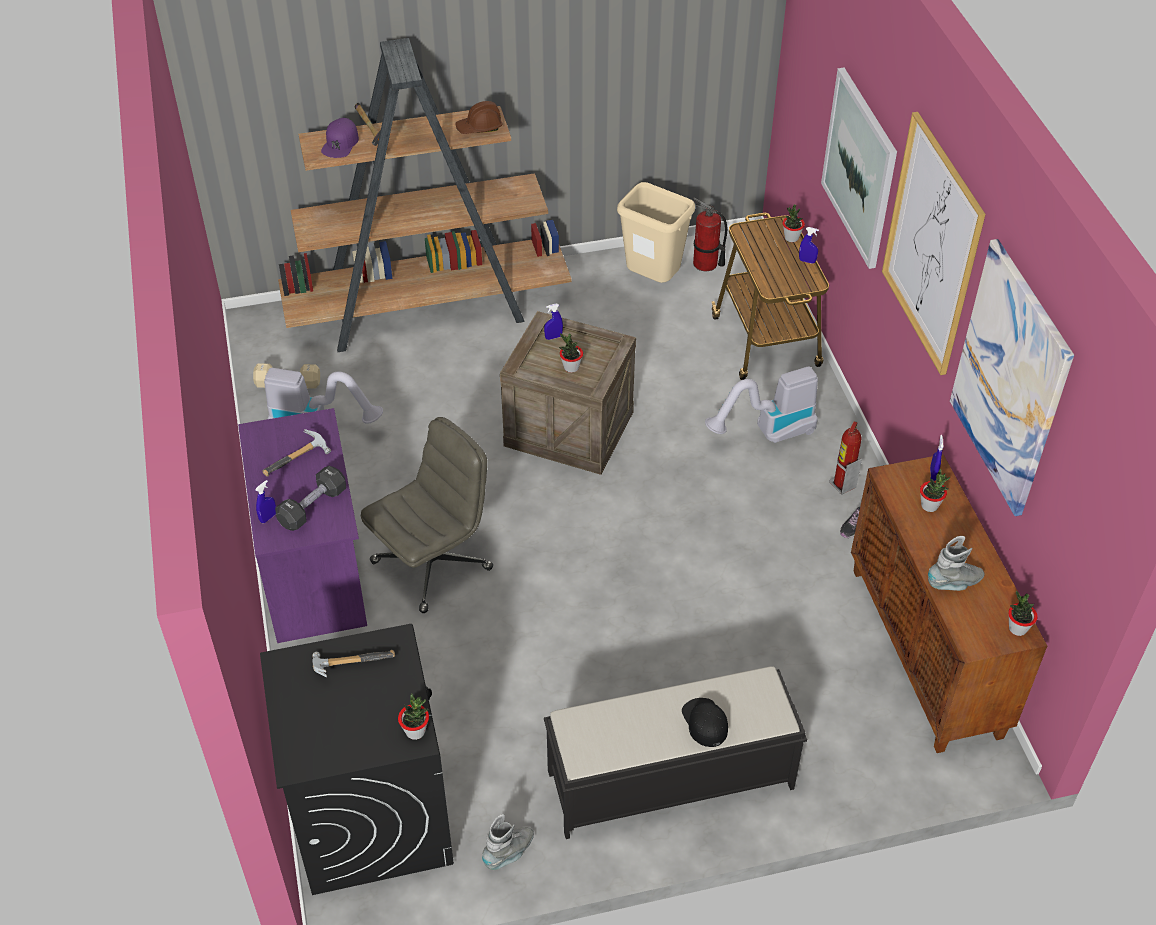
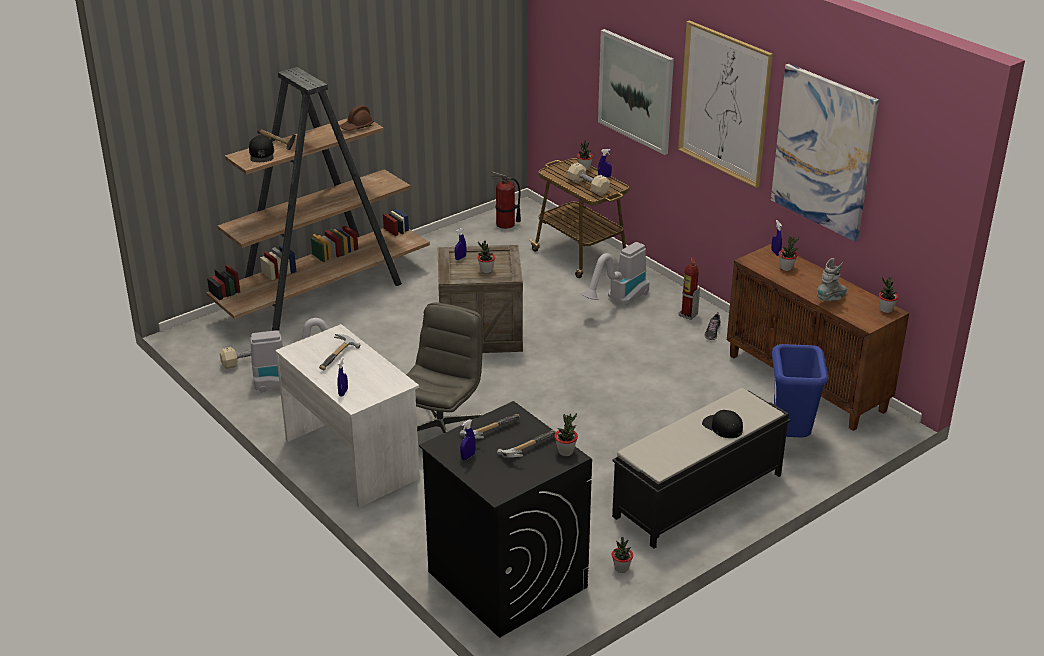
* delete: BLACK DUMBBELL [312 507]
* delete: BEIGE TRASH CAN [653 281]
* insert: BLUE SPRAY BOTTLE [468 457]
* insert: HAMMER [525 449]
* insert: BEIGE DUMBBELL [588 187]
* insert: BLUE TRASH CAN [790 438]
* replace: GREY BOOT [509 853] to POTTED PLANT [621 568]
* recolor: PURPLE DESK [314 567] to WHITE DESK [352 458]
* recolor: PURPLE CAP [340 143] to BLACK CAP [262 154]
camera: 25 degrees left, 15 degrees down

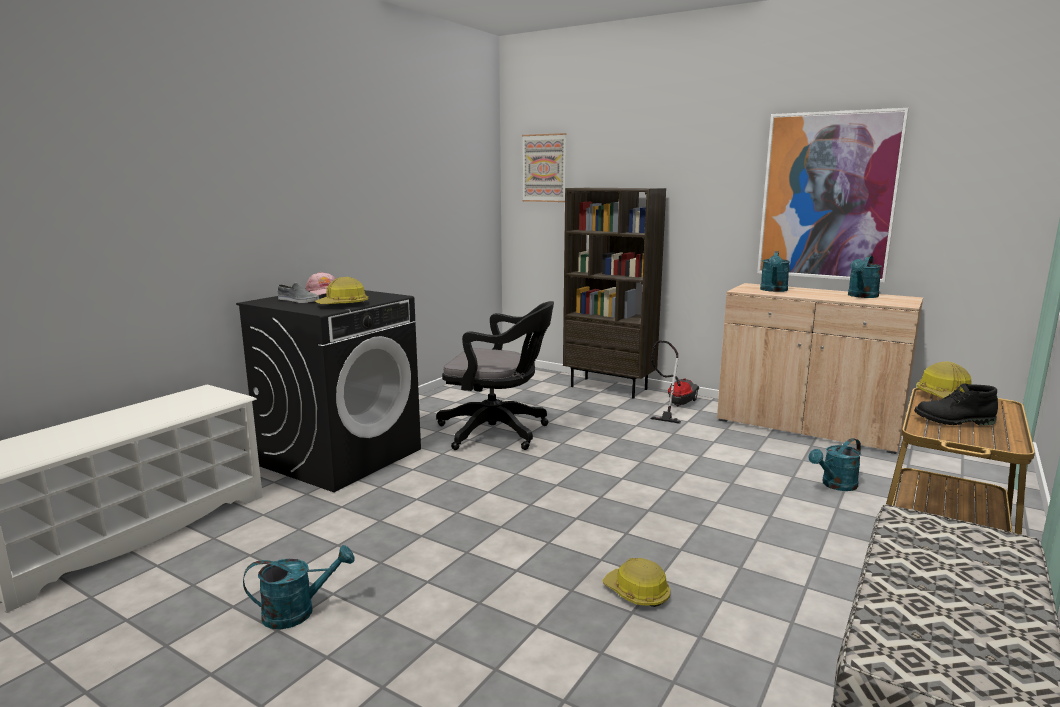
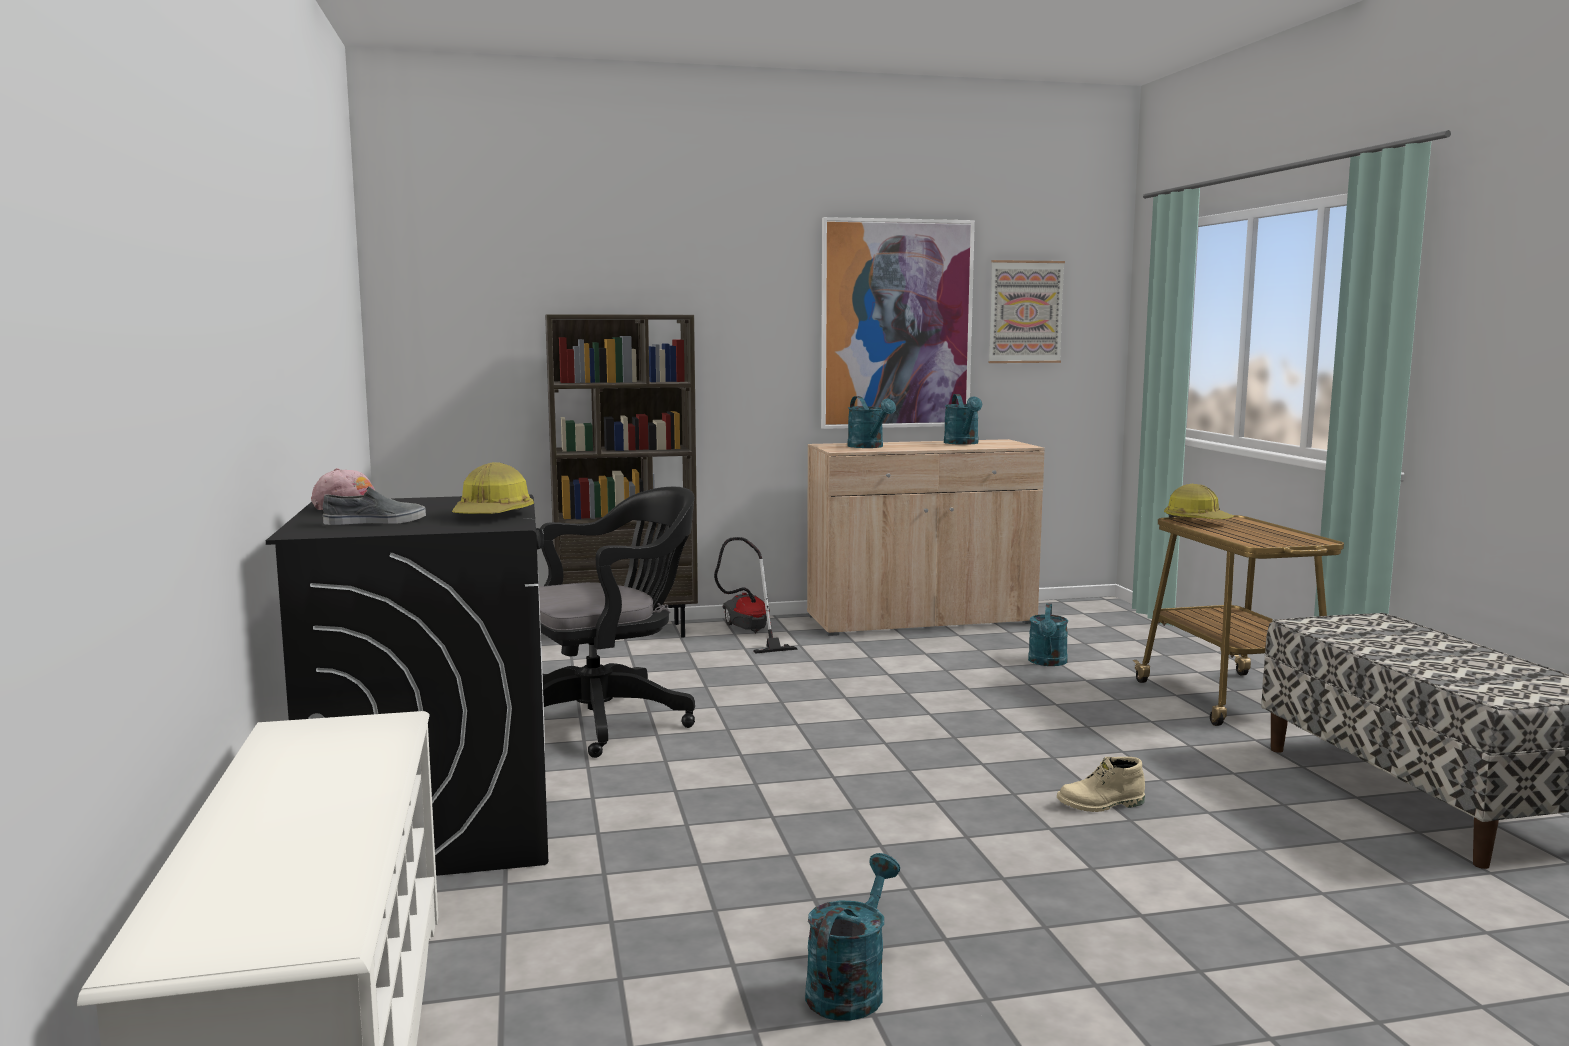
* delete: BLACK BOOT [954 421]
* move: PICTURE [544 168] to [1025 312]
* replace: HARD HAT [637 593] to BEIGE BOOT [1101 804]
camera: 45 degrees left, 5 degrees down

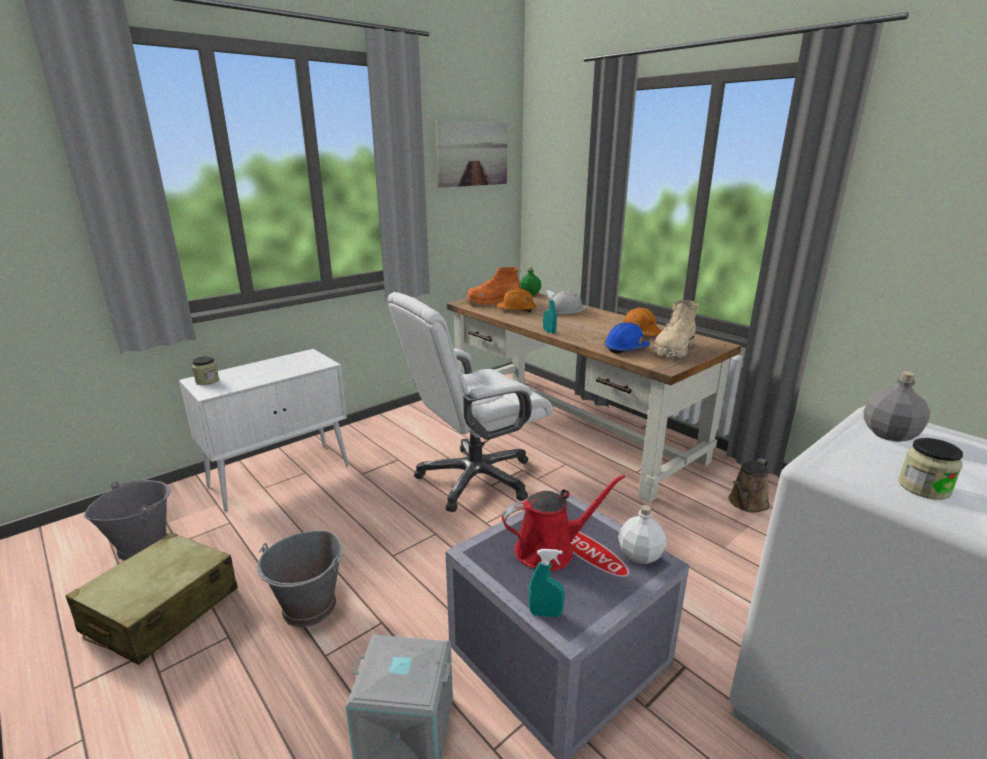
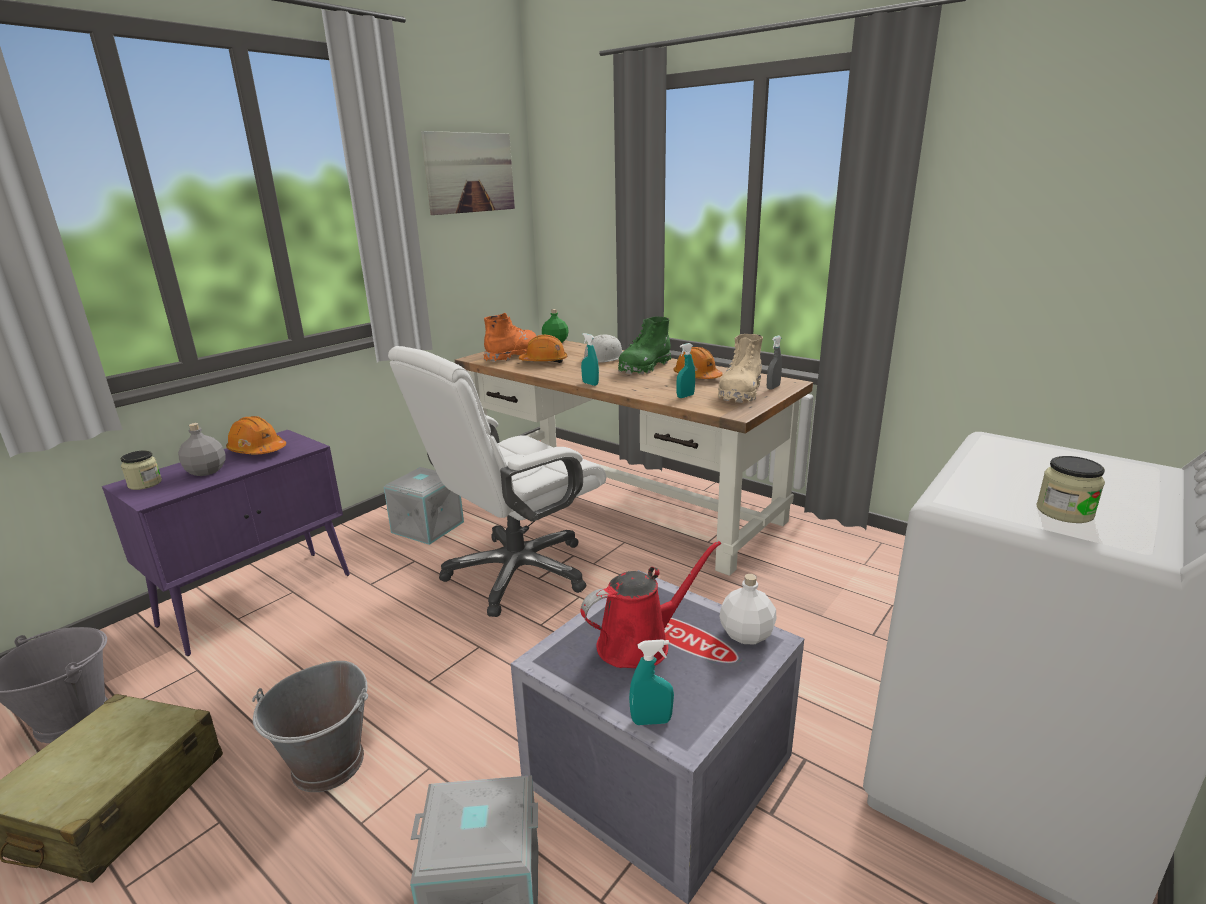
* delete: BROWN WATERING CAN [746 503]
* insert: ORANGE HARD HAT [257 450]
* insert: GREY STORAGE BOX [427 526]
* insert: GREEN BOOT [644 367]
* insert: GREY SPRAY BOTTLE [773 387]
* move: GREY BOTTLE [888 434] to [206 471]
* replace: BLUE HARD HAT [625 349] to TURQUOISE SPRAY BOTTLE [685 396]
* recolor: WHITE CABINET [281 474] to PURPLE CABINET [259 598]
* rotate: ORANGE BOOT [493 303] = [513 355] 150 degrees clockwise
camera: 10 degrees left, 0 degrees up

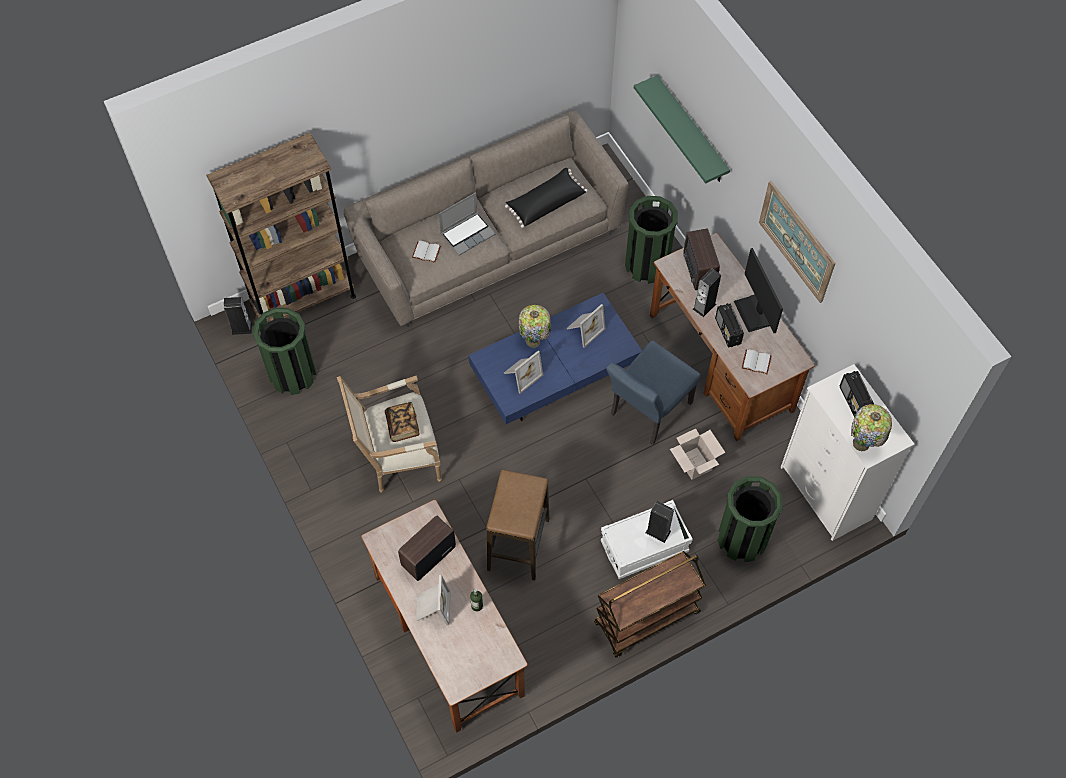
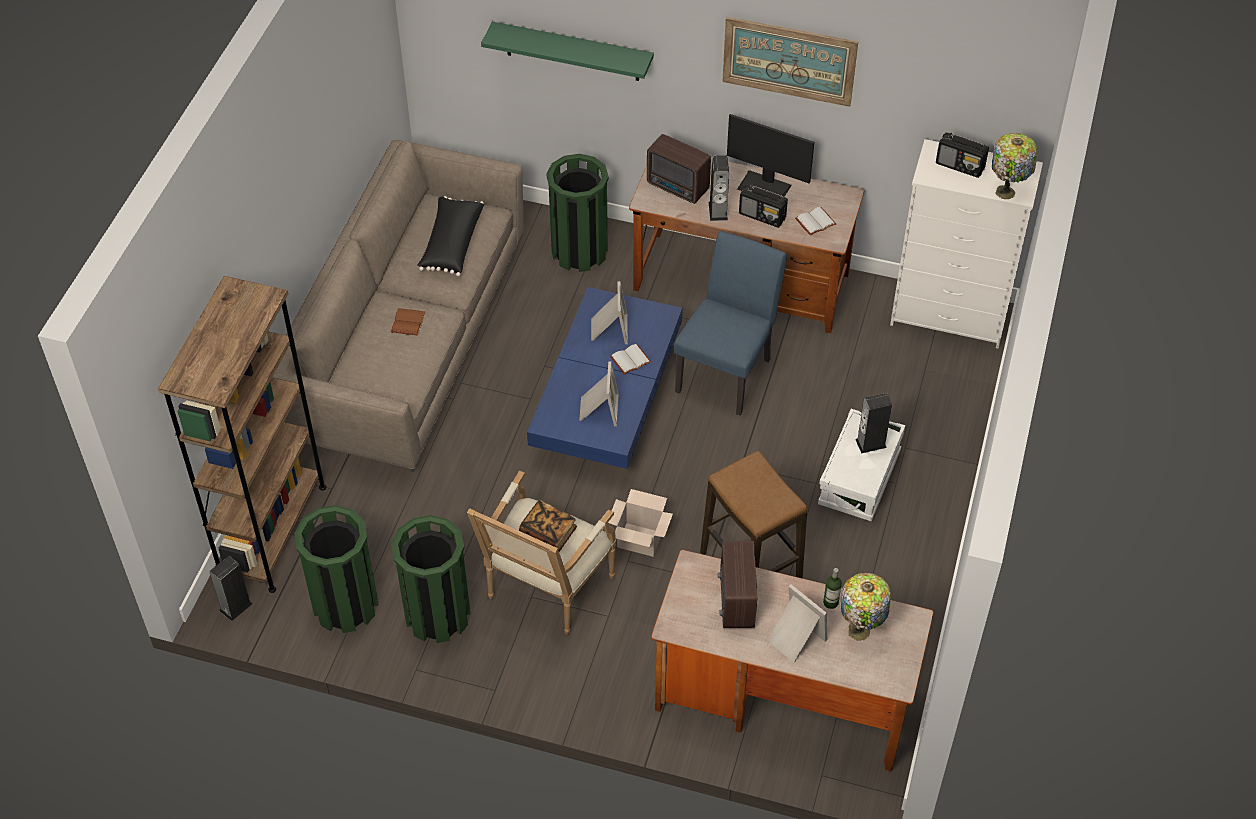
* delete: BROWN CART [646 619]
* move: WHITE BOOK [425 252] to [630 361]
* move: TABLE LAMP [534 341] to [860 630]
* move: CARDBOARD BOX [693 463] to [638 540]
* move: GREEN TRASH CAN [742 539] to [437 615]
* replace: LAPTOP [467 233] to BROWN BOOK [407 322]
* rotate: BLUE CHAIR [646 412] = [727 370] 150 degrees counterclockwise
camera: 45 degrees left, 10 degrees down

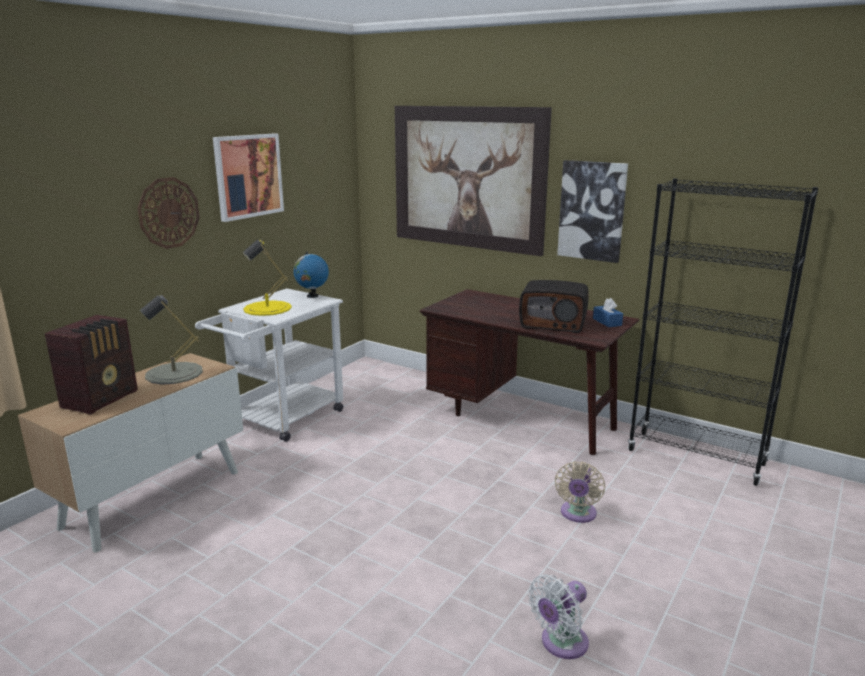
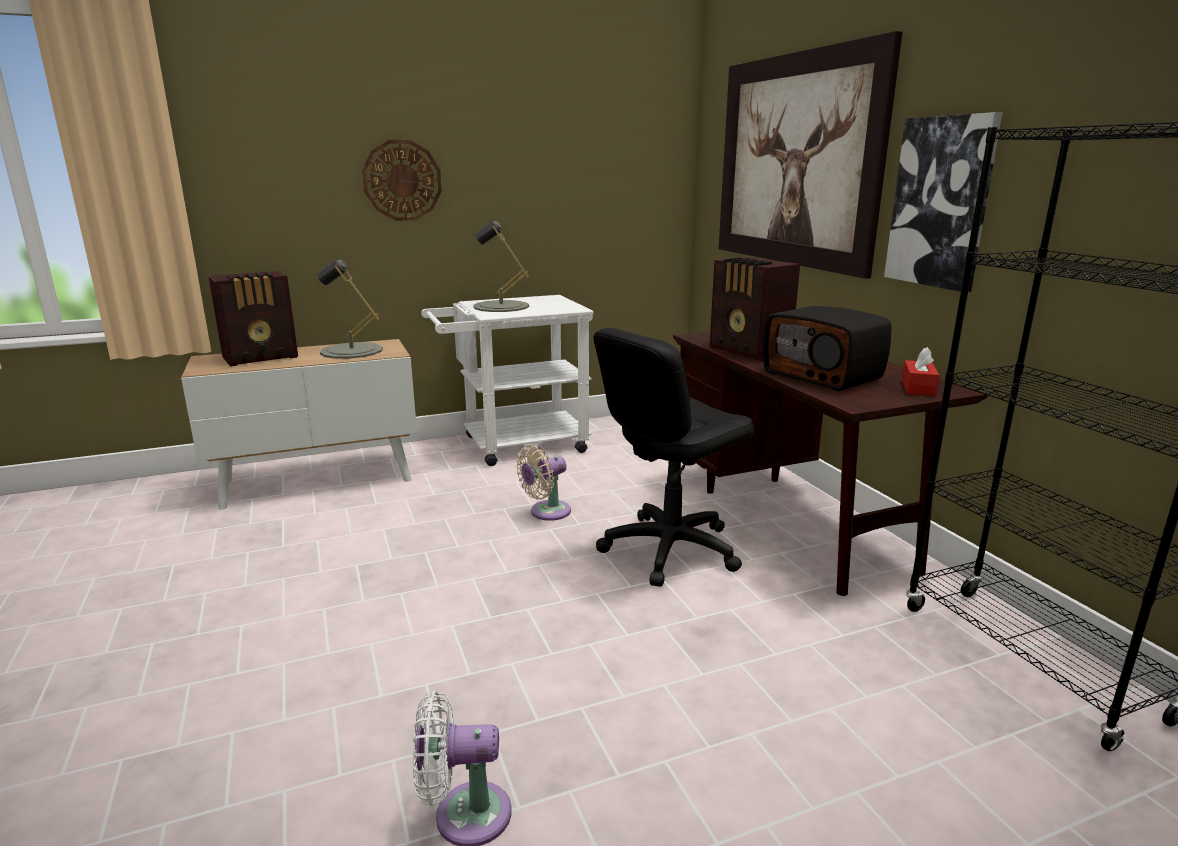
* delete: PICTURE [248 176]
* delete: GLOBE [312 296]
* insert: BLACK OFFICE CHAIR [669 549]
* insert: RADIO [749 351]
* move: BEIGE FAN [577 514] to [546 512]
* recolor: YELLOW TABLE LAMP [267 308] to GREY TABLE LAMP [501 306]
* recolor: BLUE TISSUE BOX [607 322] to RED TISSUE BOX [918 388]
camera: 35 degrees right, 0 degrees up

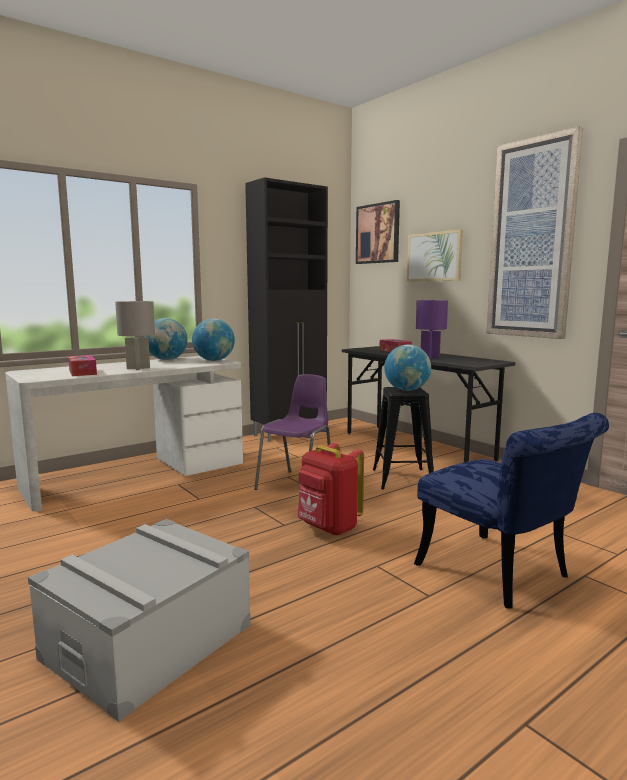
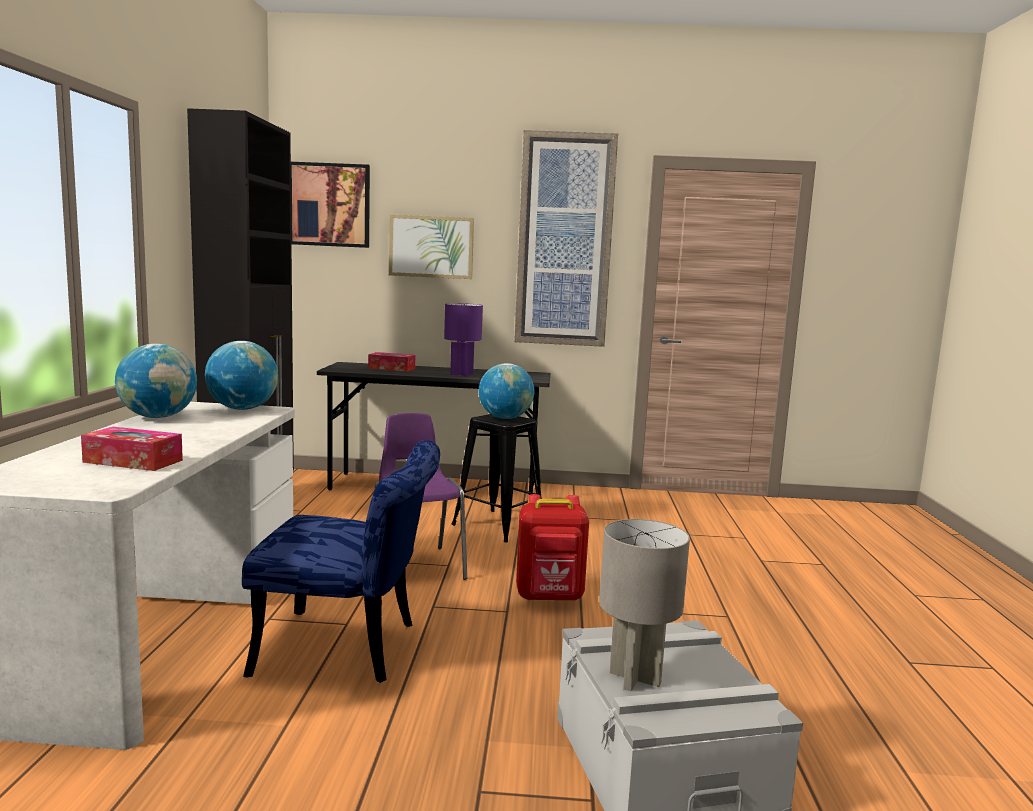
* move: GREY TABLE LAMP [138 368] to [634 678]
* move: BLUE CHAIR [502 575] to [351 649]
camera: 50 degrees left, 0 degrees up

